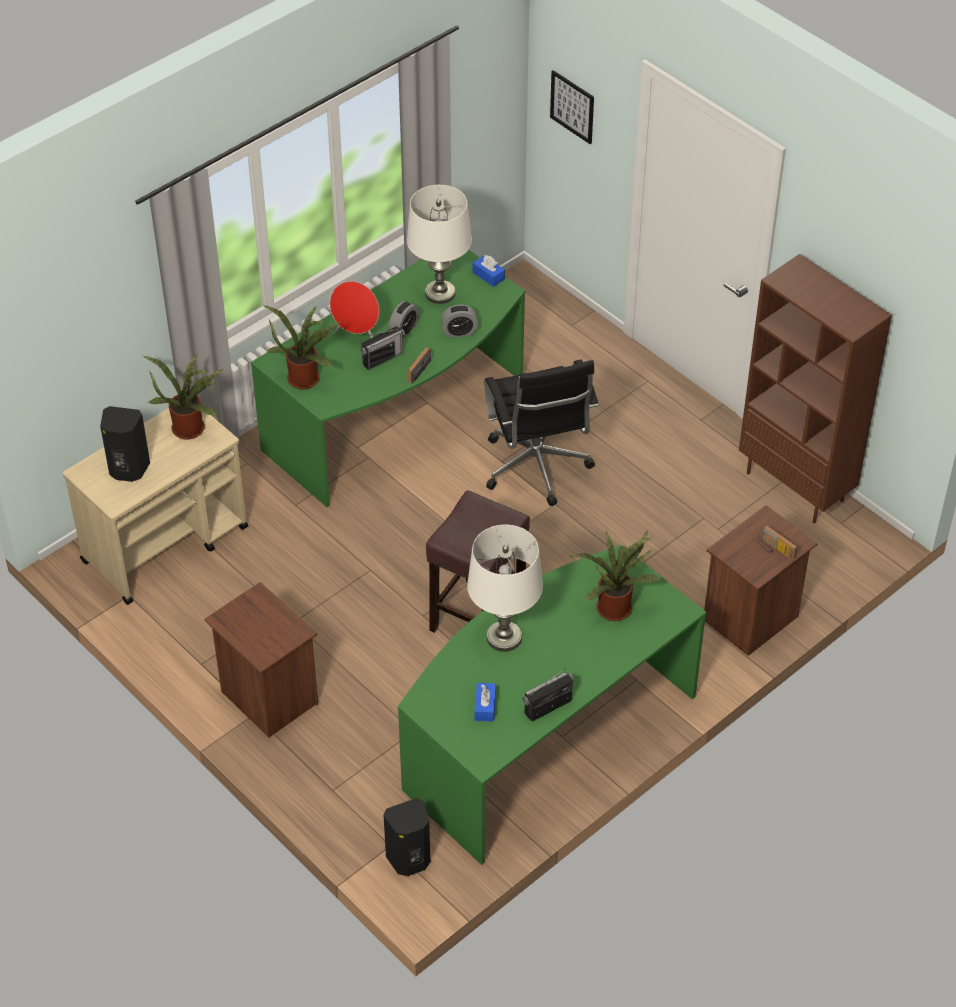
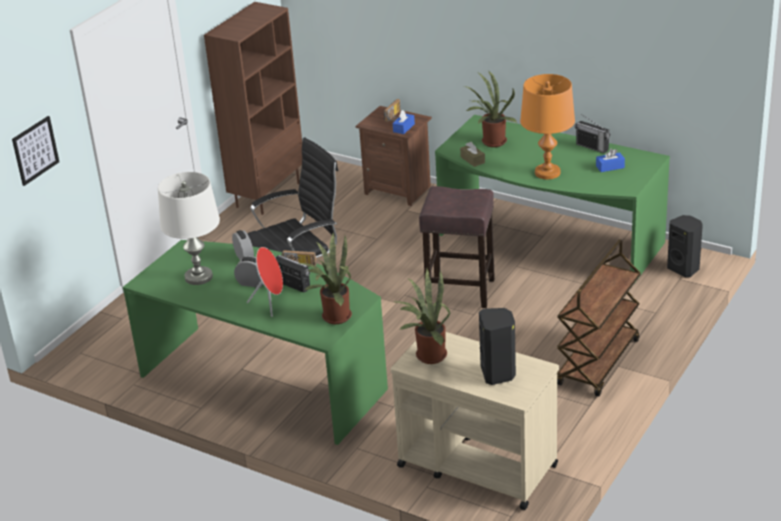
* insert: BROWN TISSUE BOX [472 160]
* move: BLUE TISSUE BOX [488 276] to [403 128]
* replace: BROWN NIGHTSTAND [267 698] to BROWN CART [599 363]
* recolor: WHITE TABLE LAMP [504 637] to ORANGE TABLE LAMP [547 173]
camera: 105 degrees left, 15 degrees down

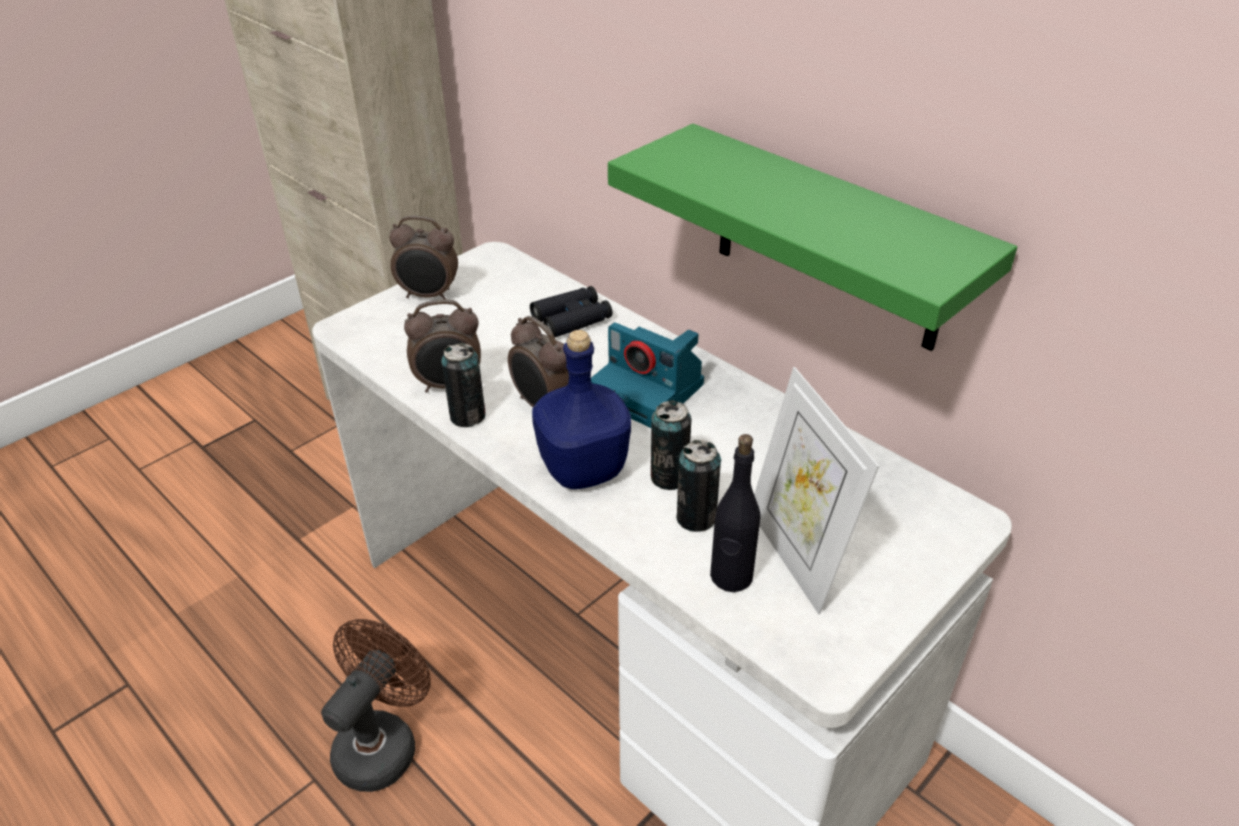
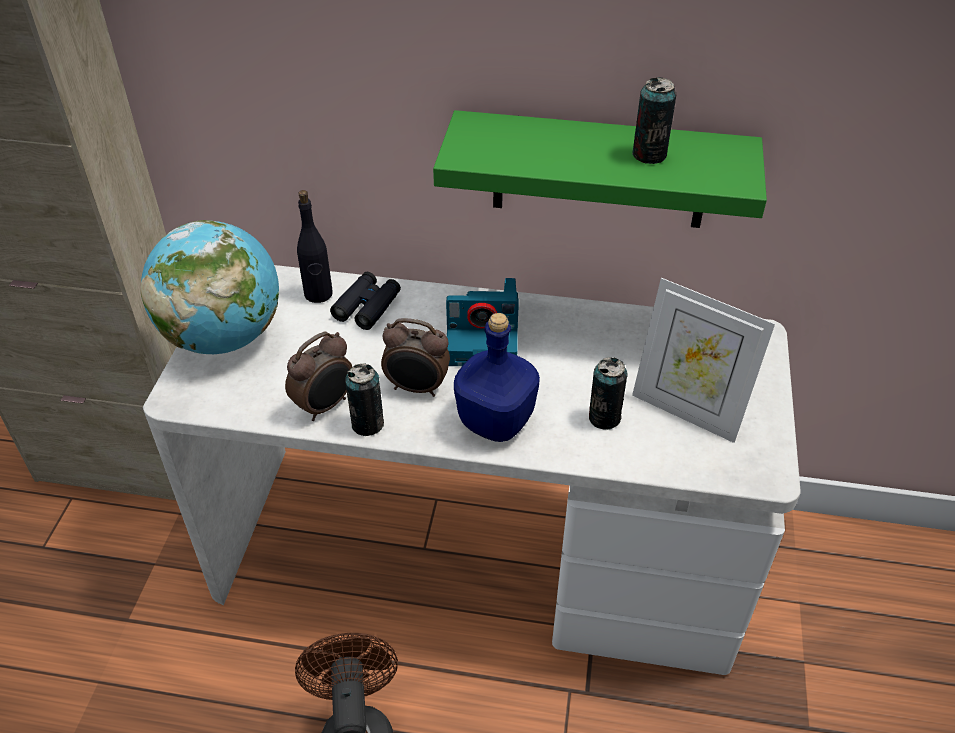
* move: CAN [669 477] to [649 155]
* move: BLACK BOTTLE [731 576] to [318 294]
* replace: ALARM CLOCK [429 296] to GLOBE [224 337]
camera: 35 degrees left, 5 degrees up

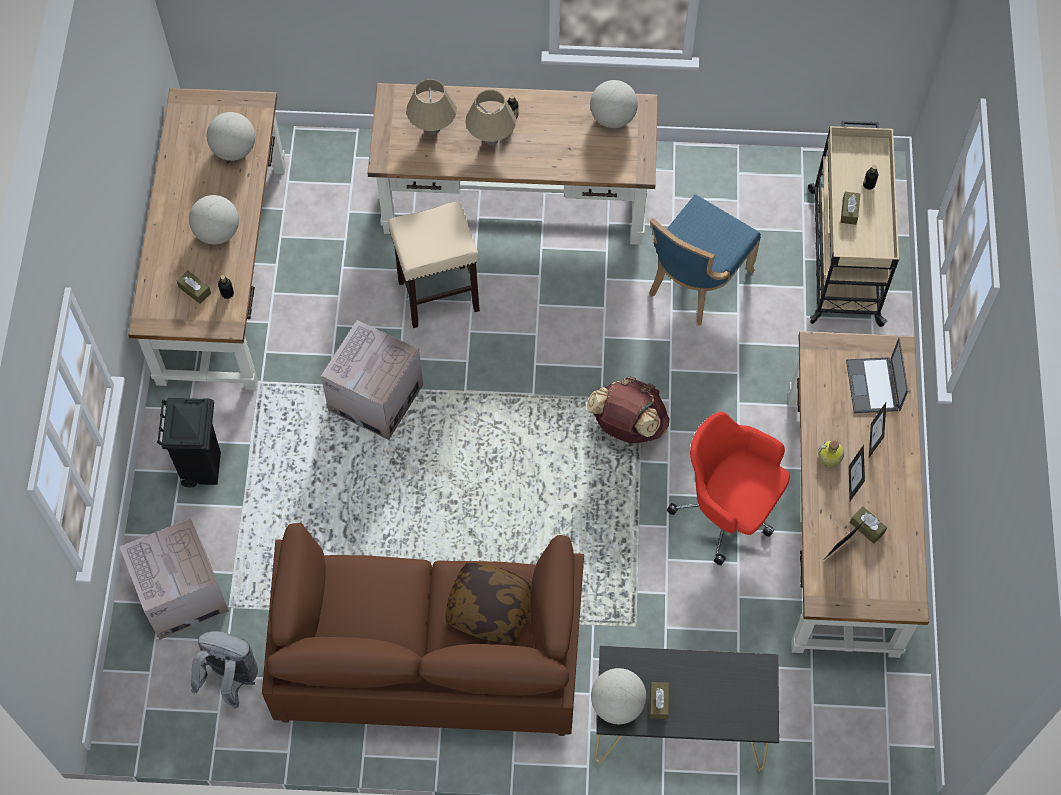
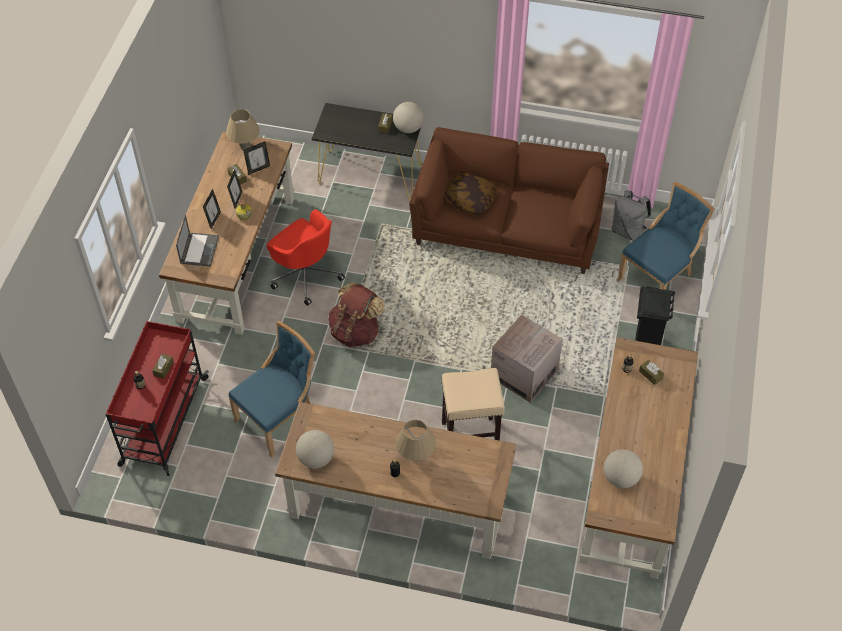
* delete: GLOBE [217 232]
* move: BEIGE TABLE LAMP [432 128] to [245 146]
* replace: CARDBOARD BOX [182 594] to BLUE CHAIR [658 277]
* recolor: BEIGE CART [844 254] to RED CART [163 422]
camera: 170 degrees left, 10 degrees down

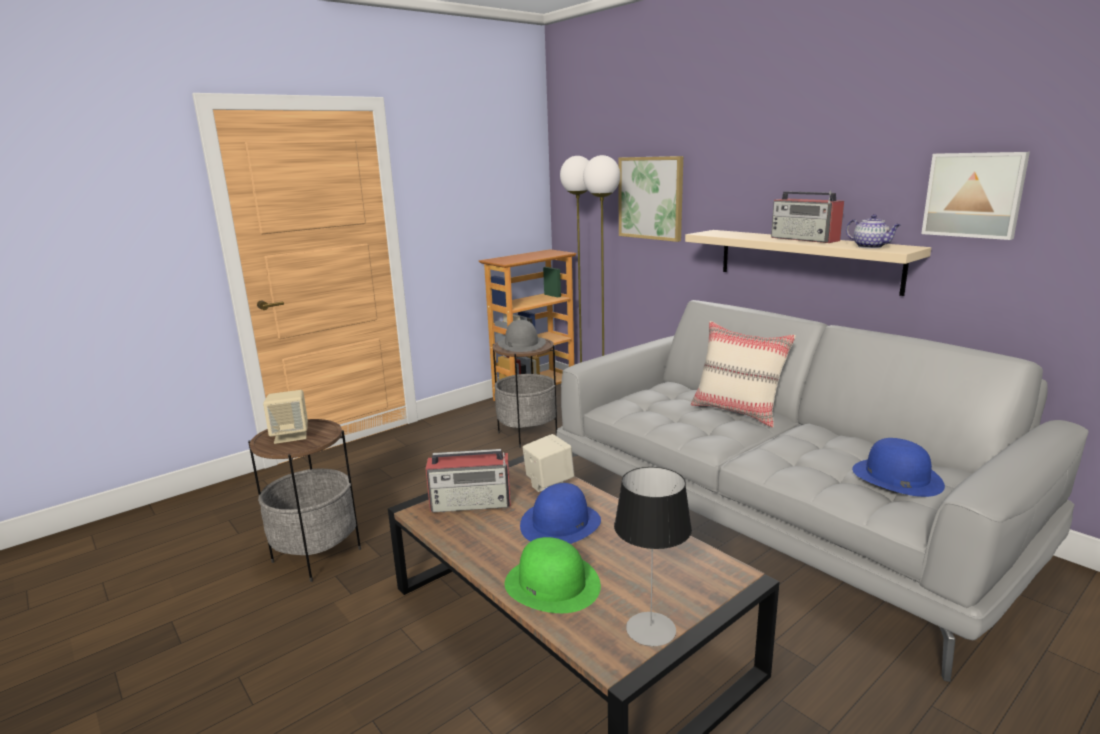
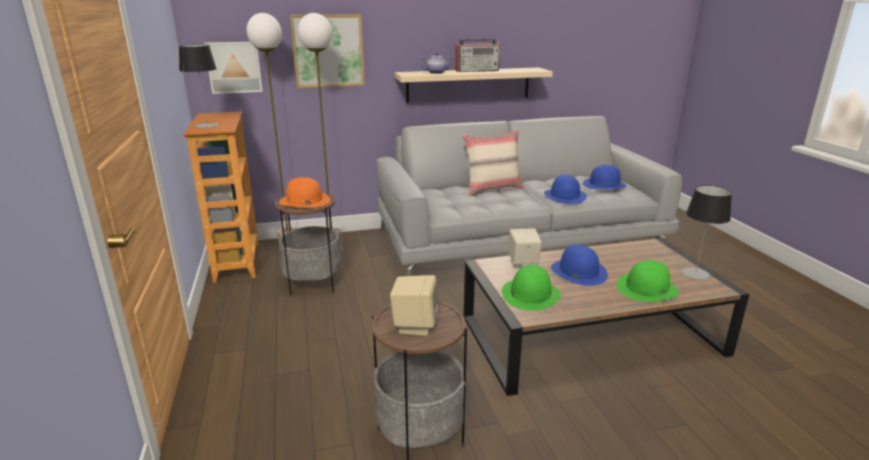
* insert: TABLE LAMP [207 125]
* insert: BLUE HAT [565 196]
* move: TEAPOT [871 247] to [436 73]
* move: PICTURE [974 195] to [234 67]
* replace: RADIO [472 503] to GREEN HAT [530 294]
* recolor: GREY HAT [521 344] to ORANGE HAT [304 201]
camera: 65 degrees left, 5 degrees up

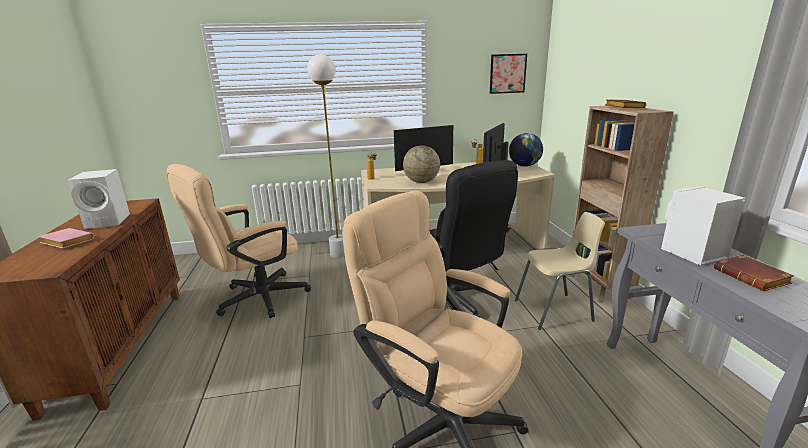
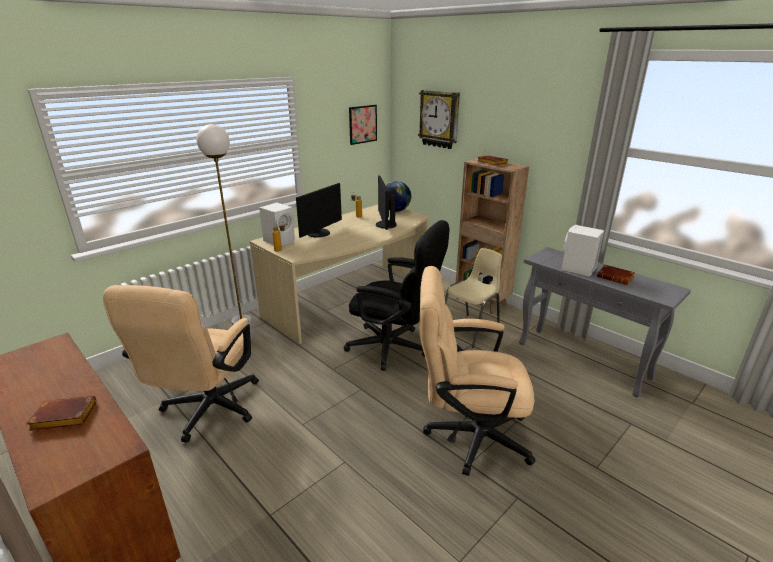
* delete: GLOBE [421 182]
* insert: WALL CLOCK [439 119]
* move: WHITE SPEAKER [109 221] to [280 240]
* recolor: PINK BOOK [66 242] to BROWN BOOK [62 418]
camera: 35 degrees left, 5 degrees up

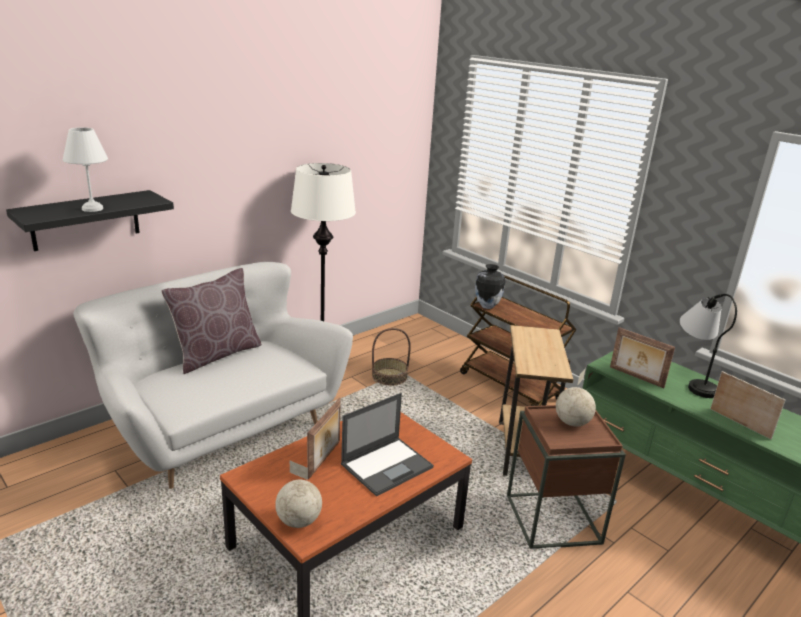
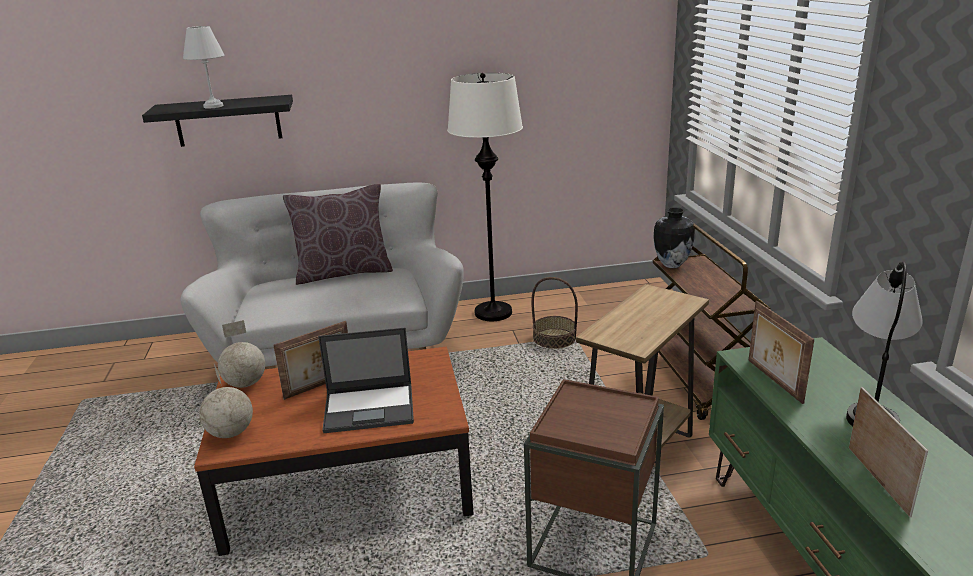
* move: GLOBE [572 423] to [246 384]
camera: 35 degrees right, 0 degrees up

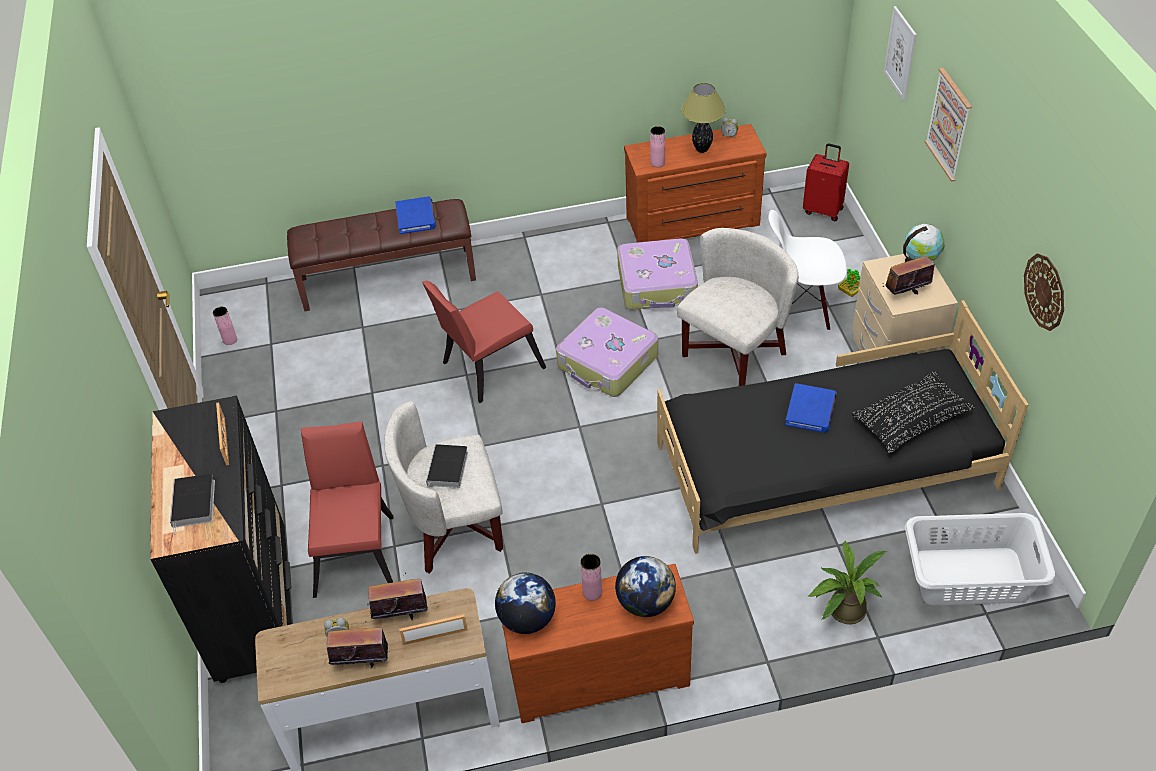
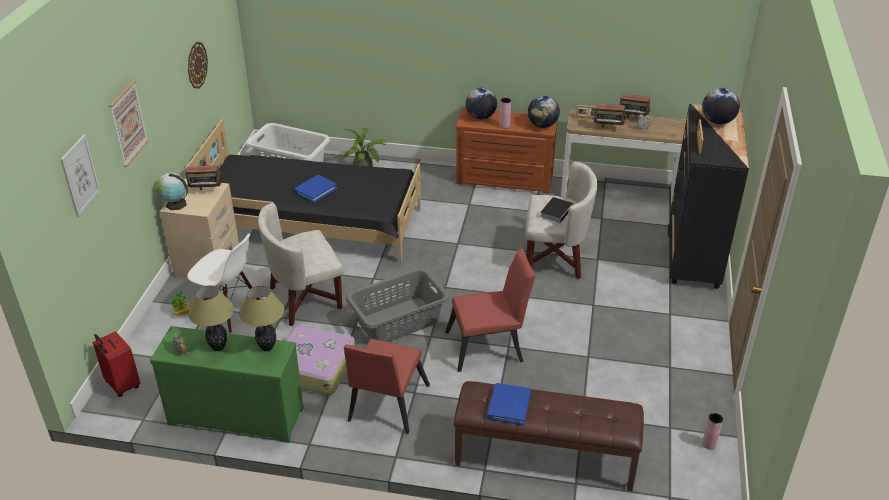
* delete: BLACK PILLOW [910 420]
* move: RED CHAIR [356 549] to [386 406]
* replace: BOOK [194 504] to GLOBE [717 121]
* replace: SUITCASE [607 362] to GREY LAUNDRY BASKET [397 321]
* replace: PINK VASE [657 163] to TABLE LAMP [267 347]
* recolor: BROWN DRESSER [693 223] to GREEN DRESSER [237 413]
camera: 160 degrees left, 10 degrees down

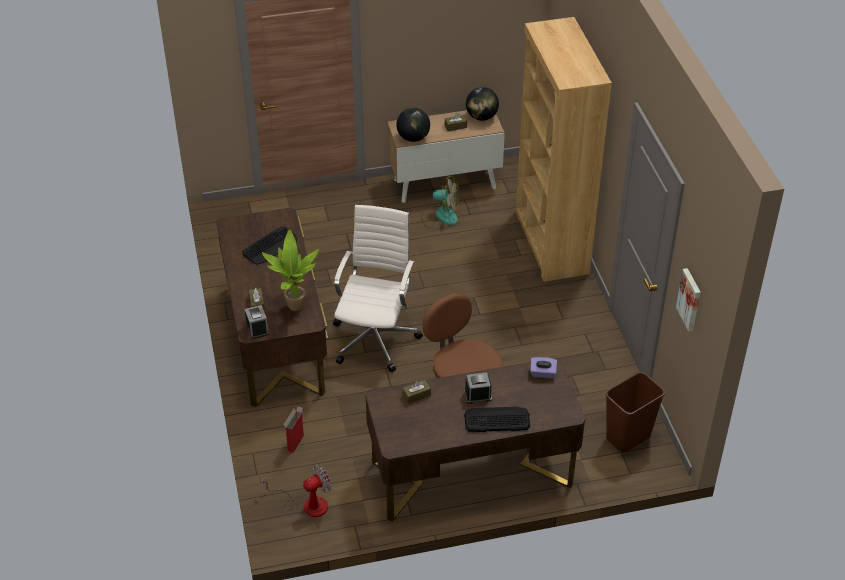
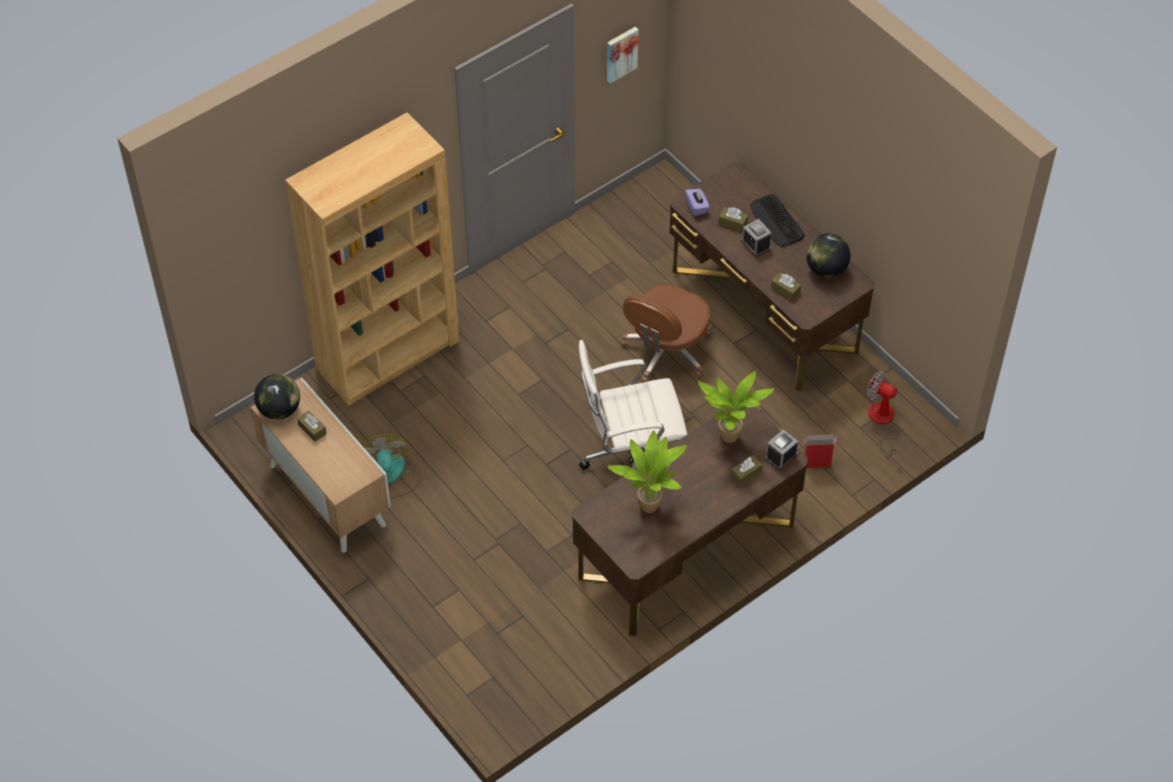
* delete: BROWN TRASH CAN [628 438]
* insert: BROWN TISSUE BOX [733 223]
* move: GLOBE [413 138] to [826 269]
* replace: KEYBOARD [270 246] to POTTED PLANT [649 504]
camera: 115 degrees left, 10 degrees up

